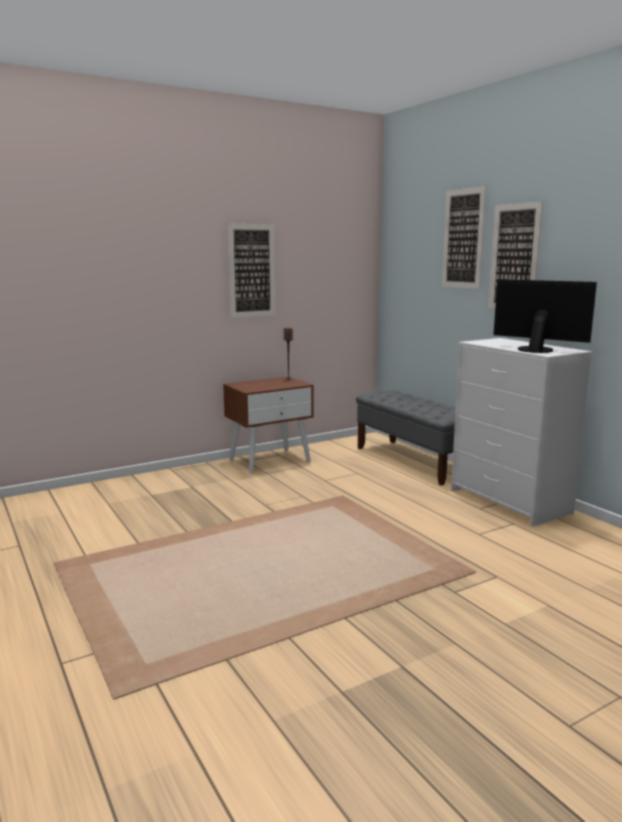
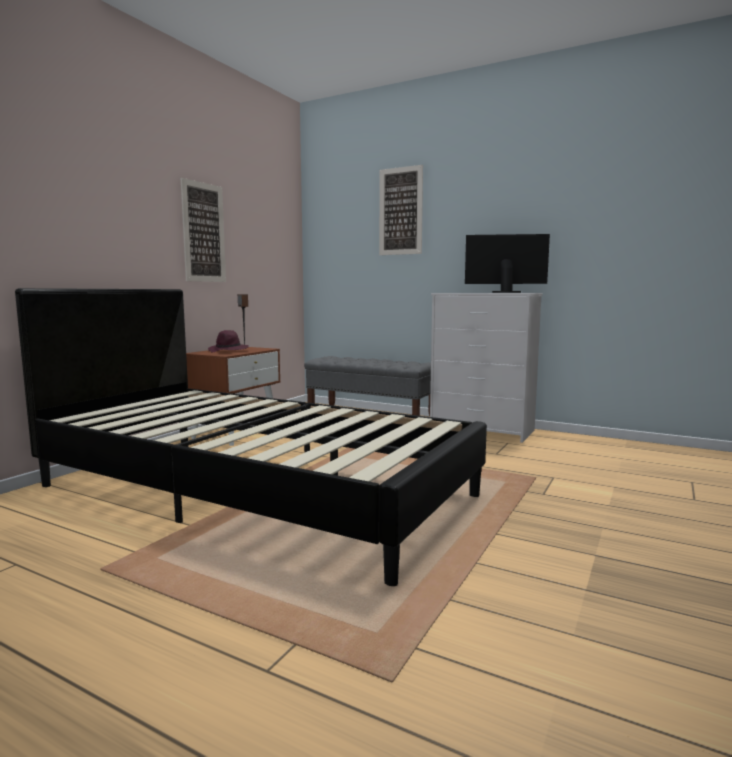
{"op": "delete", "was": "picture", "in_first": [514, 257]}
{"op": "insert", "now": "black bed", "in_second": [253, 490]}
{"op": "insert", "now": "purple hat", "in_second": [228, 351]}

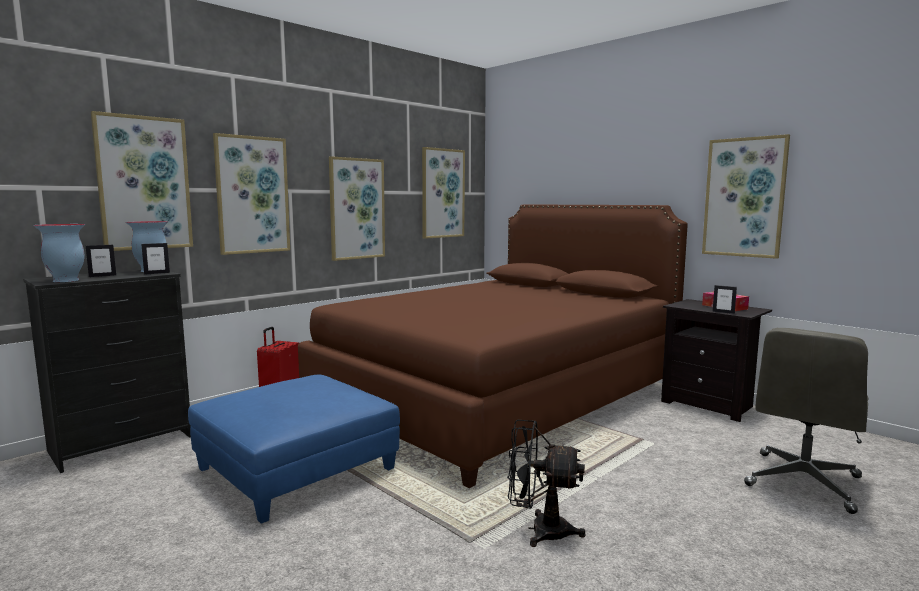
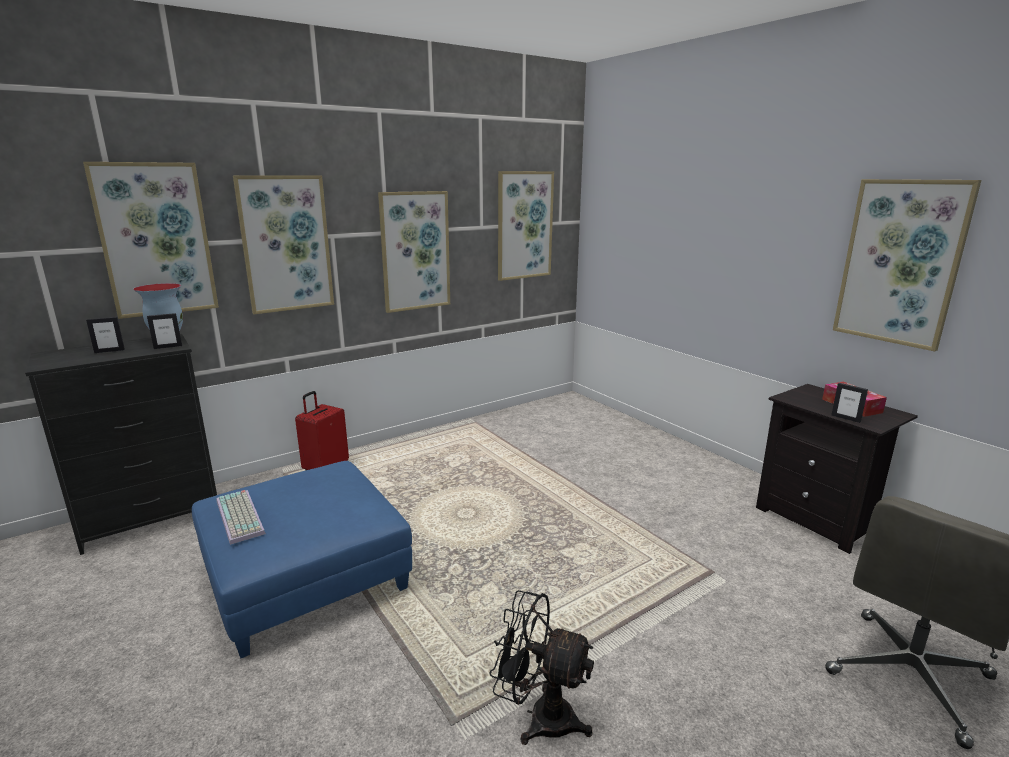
{"op": "delete", "was": "vase", "in_first": [66, 280]}
{"op": "delete", "was": "brown bed", "in_first": [498, 397]}
{"op": "insert", "now": "keyboard", "in_second": [242, 517]}

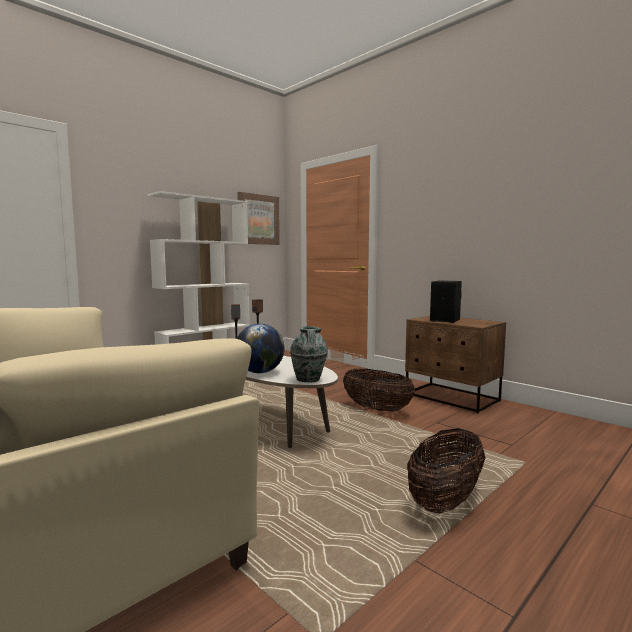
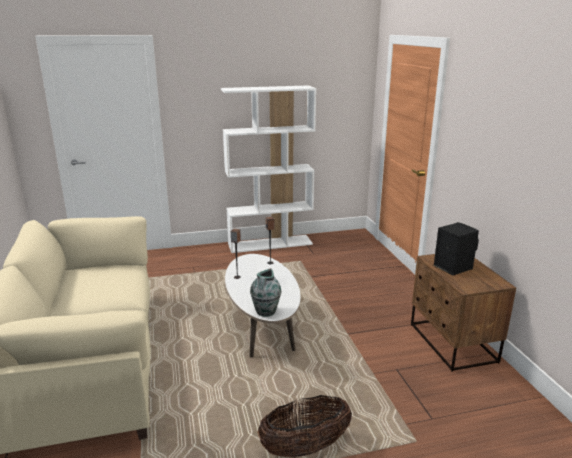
{"op": "delete", "was": "picture", "in_first": [258, 219]}
{"op": "delete", "was": "globe", "in_first": [260, 372]}
{"op": "delete", "was": "basket", "in_first": [377, 409]}

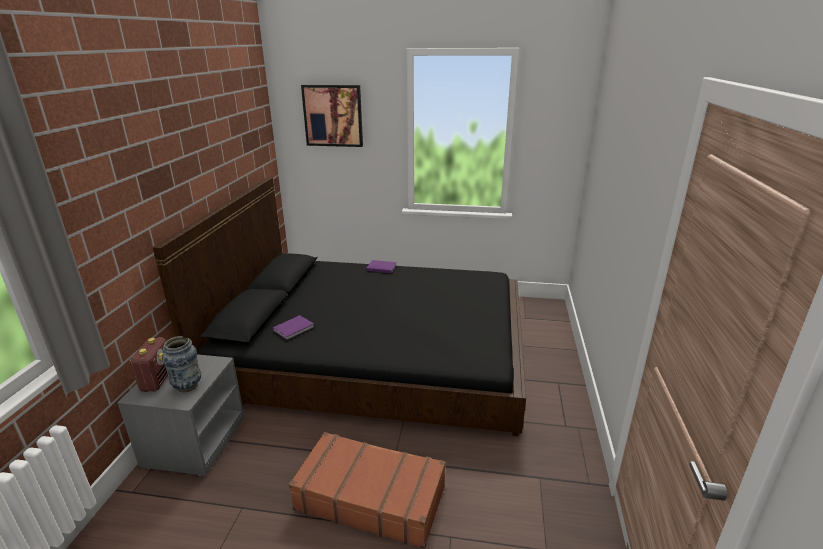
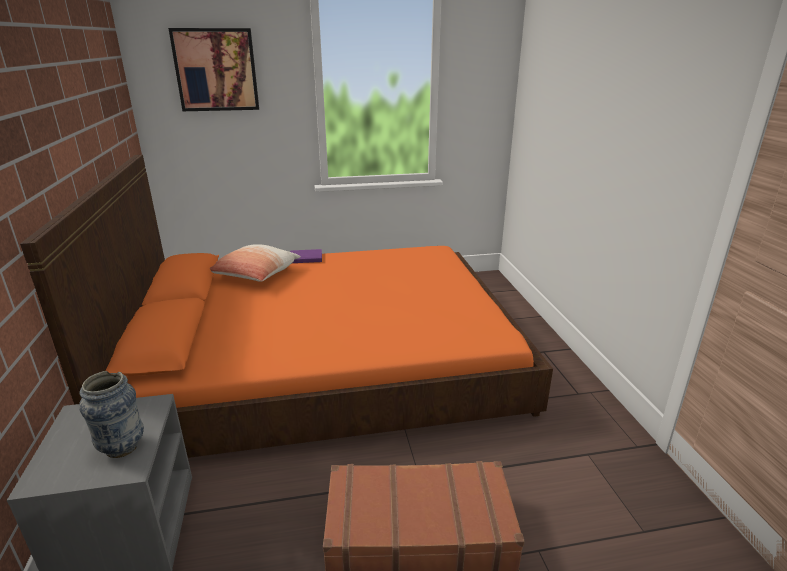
{"op": "delete", "was": "radio", "in_first": [157, 380]}
{"op": "delete", "was": "purple book", "in_first": [295, 329]}
{"op": "insert", "now": "pillow", "in_second": [255, 275]}
{"op": "recolor", "was": "black bed", "now": "orange bed", "in_first": [374, 351], "in_second": [325, 358]}

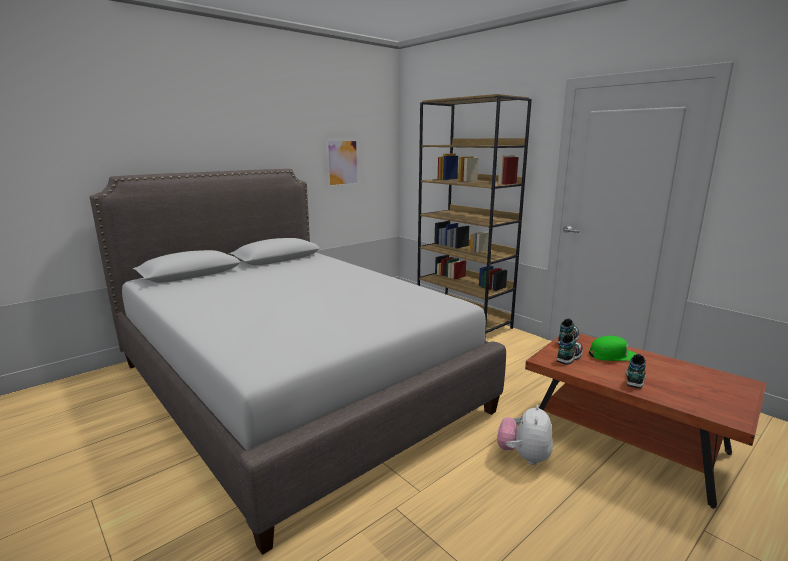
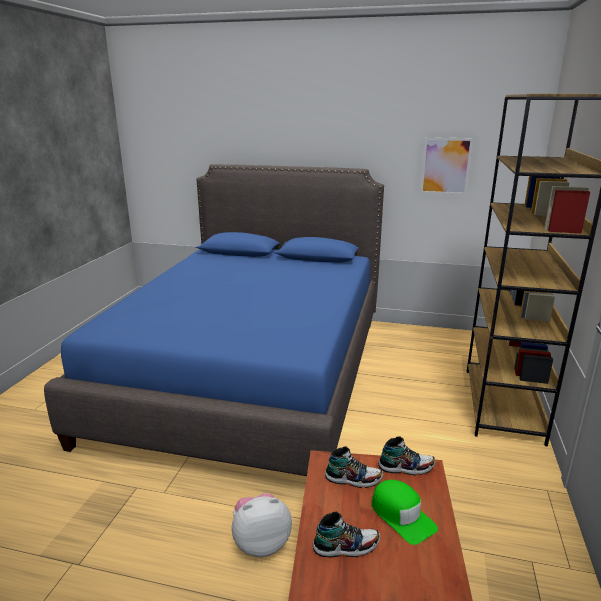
{"op": "recolor", "was": "grey bed", "now": "blue bed", "in_first": [294, 386], "in_second": [251, 373]}

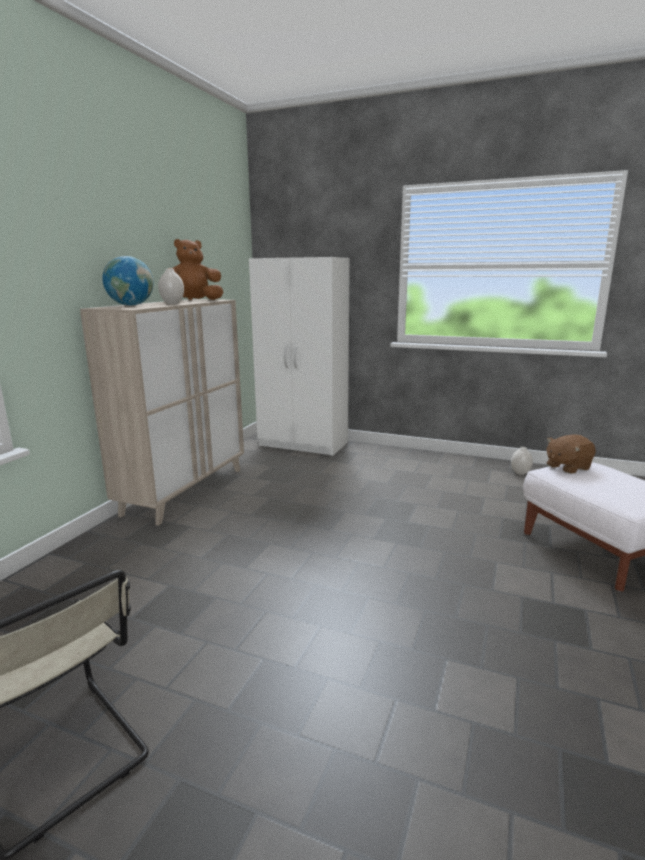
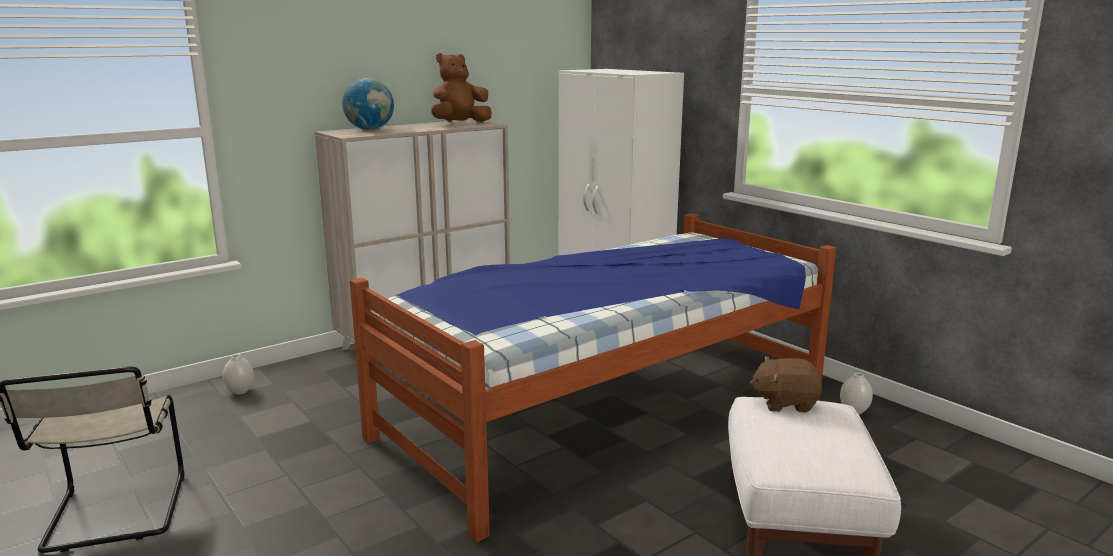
{"op": "insert", "now": "bed", "in_second": [605, 411]}
{"op": "move", "was": "white vase", "in_first": [172, 304], "in_second": [240, 391]}
{"op": "rotate", "was": "brown plush toy", "in_first": [193, 300], "in_second": [460, 123], "clockwise": -45}

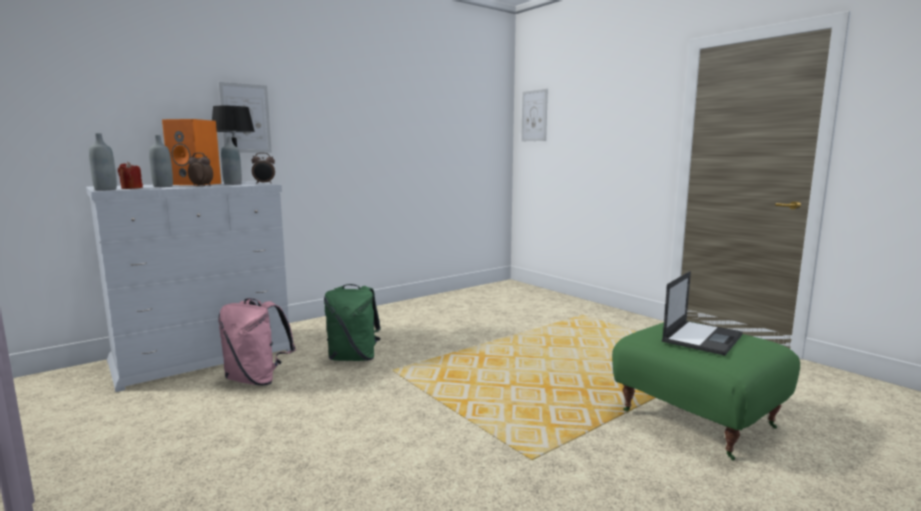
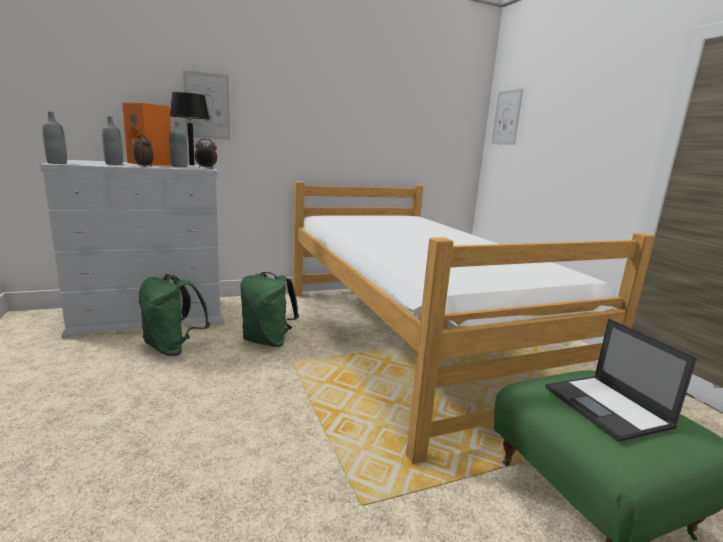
{"op": "delete", "was": "red candle", "in_first": [131, 188]}
{"op": "insert", "now": "bed", "in_second": [411, 339]}
{"op": "recolor", "was": "pink backpack", "now": "green backpack", "in_first": [257, 380], "in_second": [173, 348]}
{"op": "rotate", "was": "laptop", "in_first": [702, 337], "in_second": [607, 407], "clockwise": 105}

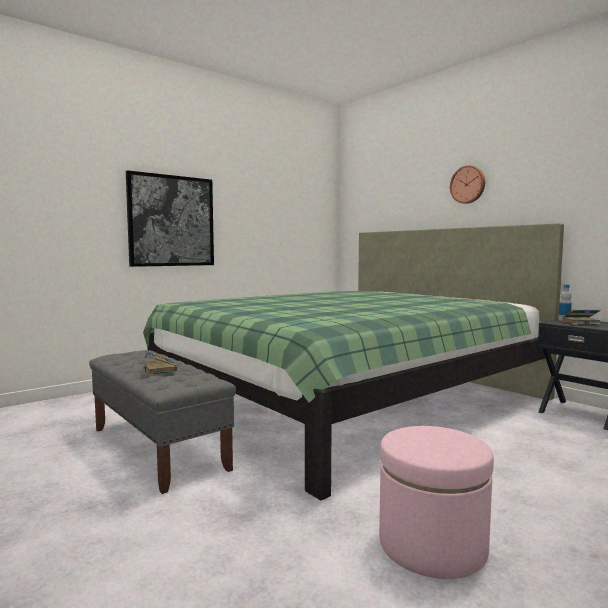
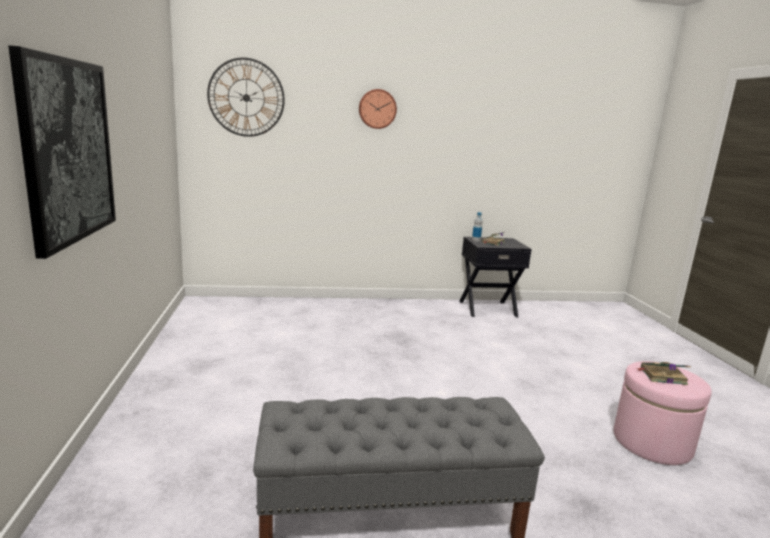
{"op": "delete", "was": "green bed", "in_first": [347, 398]}
{"op": "insert", "now": "wall clock", "in_second": [246, 97]}
{"op": "move", "was": "book", "in_first": [159, 369], "in_second": [662, 376]}

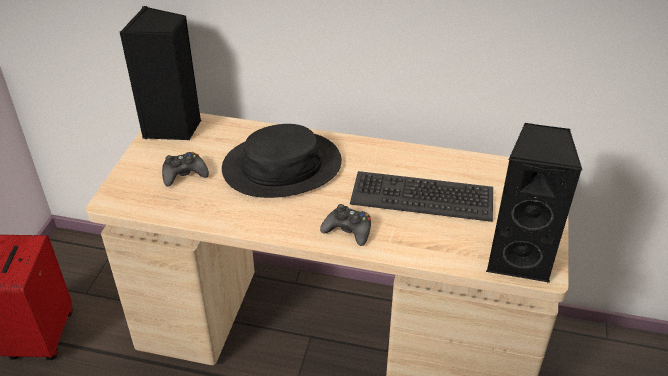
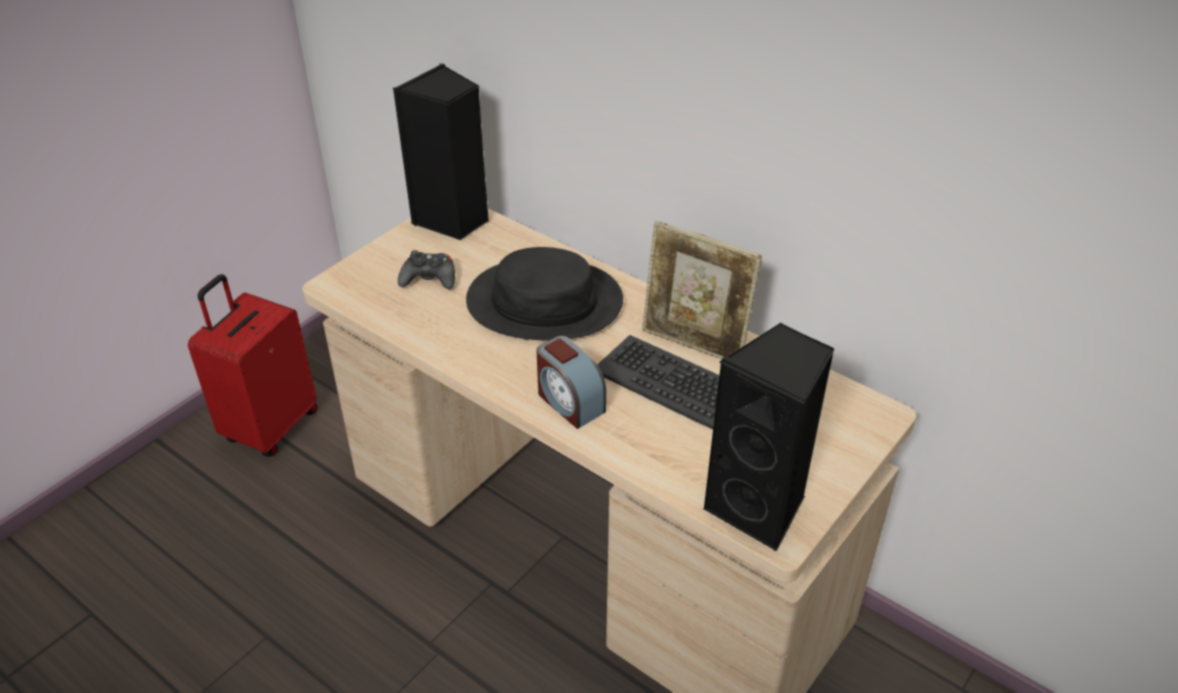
{"op": "insert", "now": "picture frame", "in_second": [694, 345]}
{"op": "replace", "was": "black game controller", "now": "alarm clock", "in_first": [348, 230], "in_second": [569, 402]}

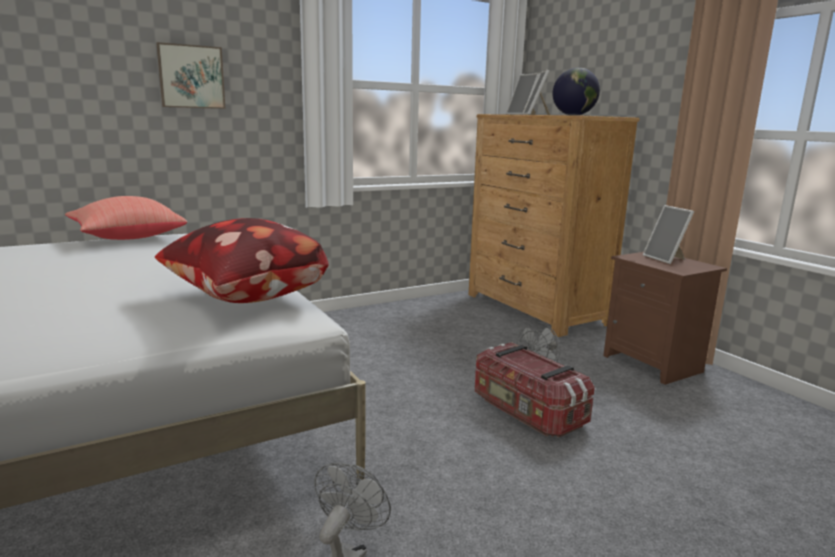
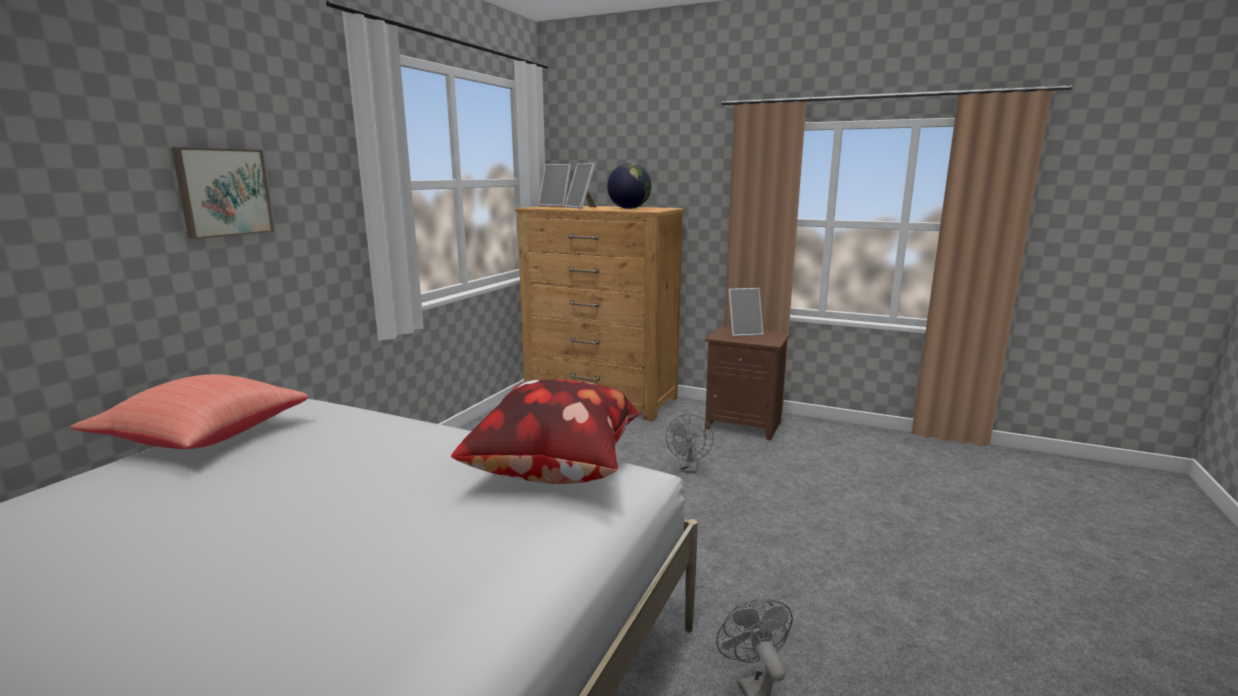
{"op": "delete", "was": "storage box", "in_first": [526, 412]}
{"op": "rotate", "was": "picture frame", "in_first": [666, 259], "in_second": [744, 333], "clockwise": -45}

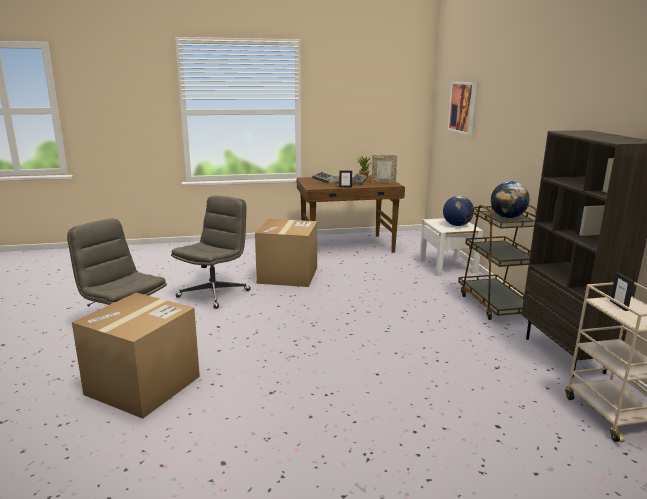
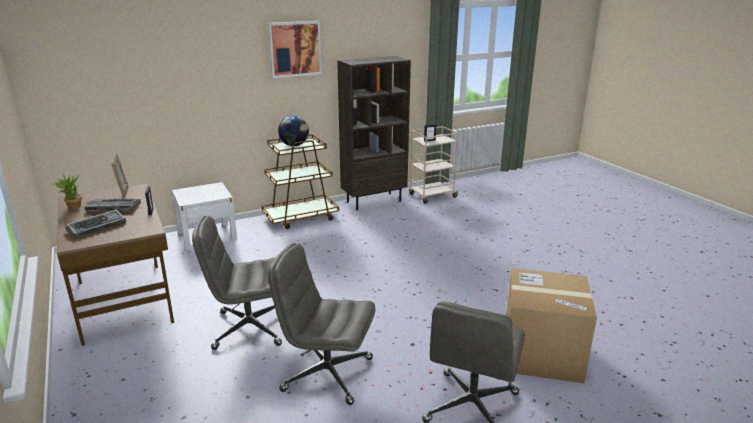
{"op": "delete", "was": "globe", "in_first": [457, 225]}
{"op": "move", "was": "picture", "in_first": [462, 107], "in_second": [295, 49]}
{"op": "replace", "was": "cardboard box", "now": "grey office chair", "in_first": [288, 275], "in_second": [248, 328]}

